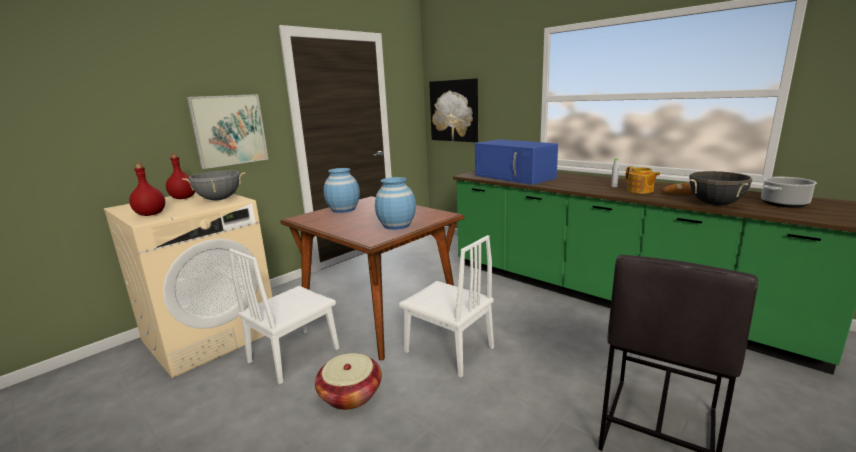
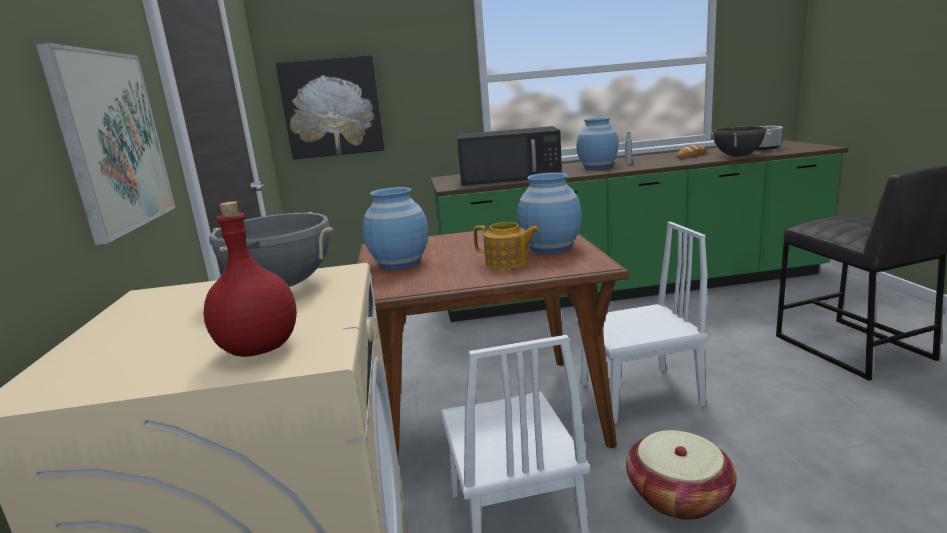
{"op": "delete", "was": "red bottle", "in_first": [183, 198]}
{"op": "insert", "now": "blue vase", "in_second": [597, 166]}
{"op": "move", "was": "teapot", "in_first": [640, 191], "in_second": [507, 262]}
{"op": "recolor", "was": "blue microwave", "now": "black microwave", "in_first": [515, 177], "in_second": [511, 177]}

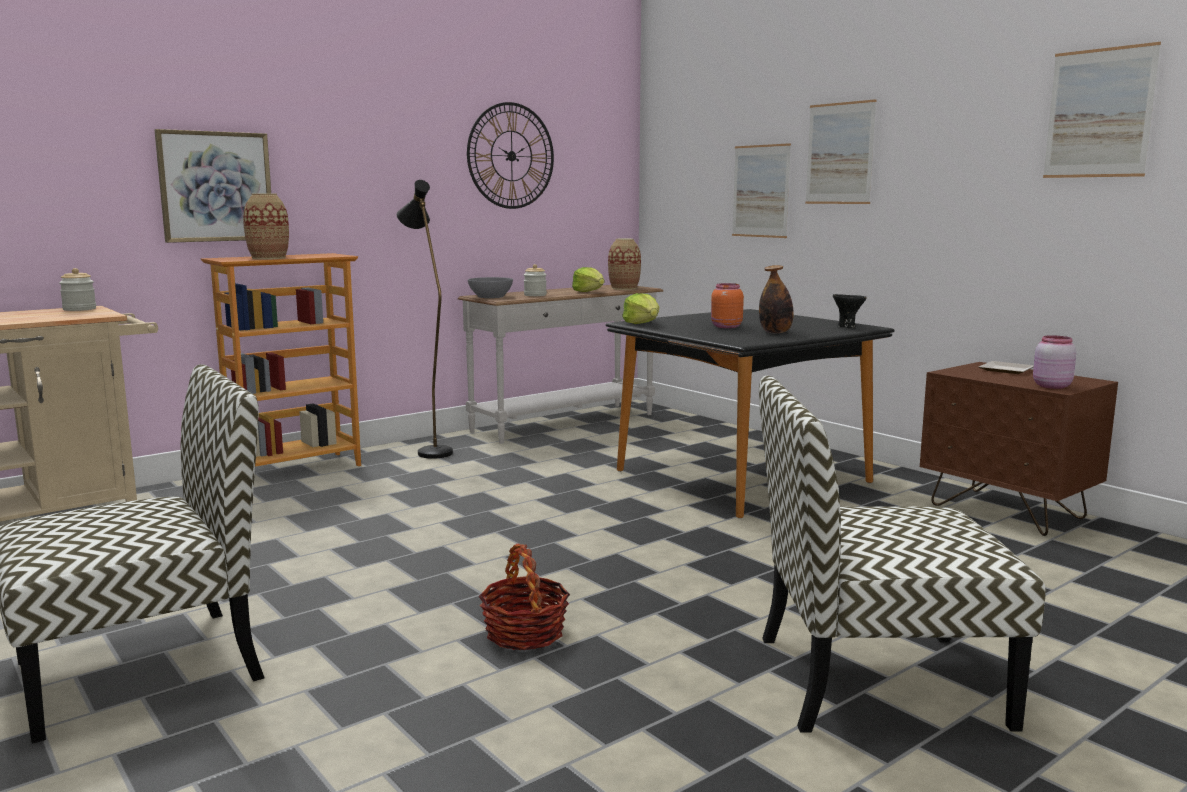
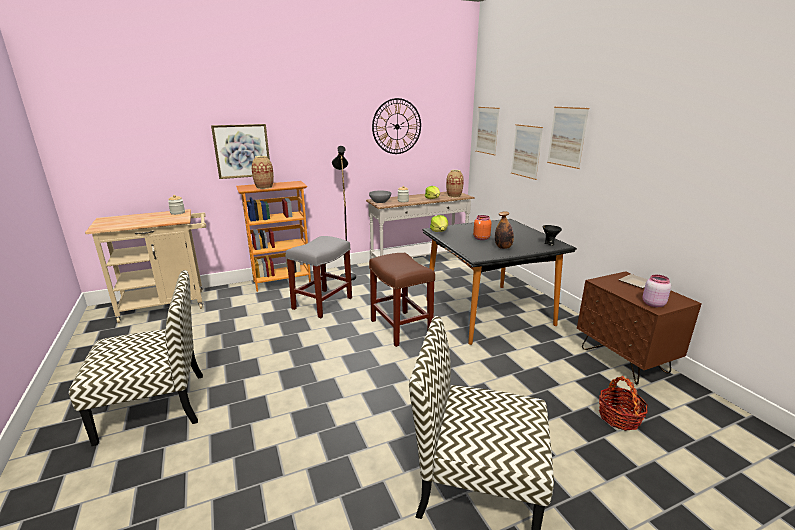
{"op": "insert", "now": "grey stool", "in_second": [323, 303]}
{"op": "insert", "now": "brown stool", "in_second": [400, 327]}
{"op": "move", "was": "basket", "in_first": [524, 633], "in_second": [619, 417]}
{"op": "move", "was": "picture", "in_first": [1099, 113], "in_second": [487, 130]}

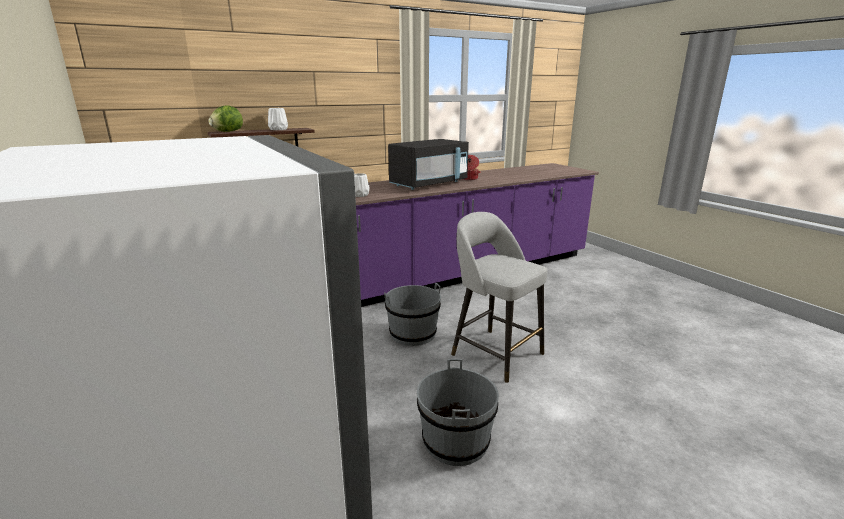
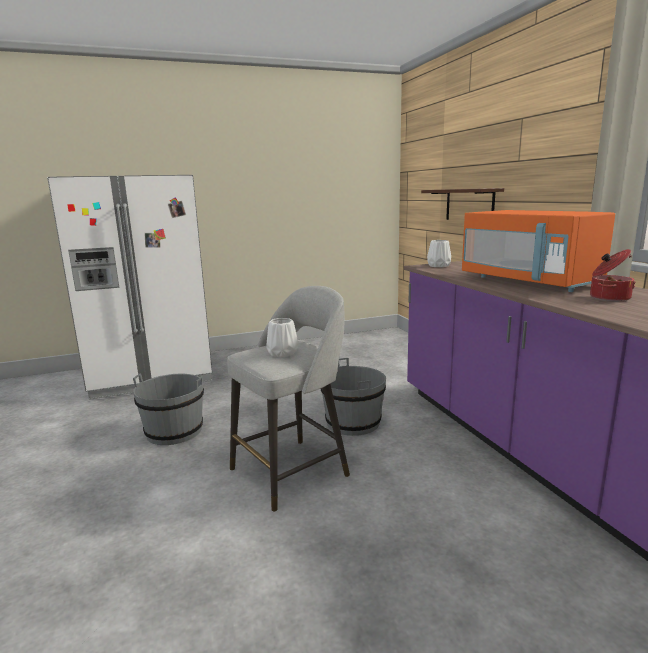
{"op": "delete", "was": "lettuce", "in_first": [227, 131]}
{"op": "move", "was": "white vase", "in_first": [279, 129], "in_second": [282, 353]}
{"op": "recolor", "was": "black microwave", "now": "orange microwave", "in_first": [429, 184], "in_second": [528, 282]}

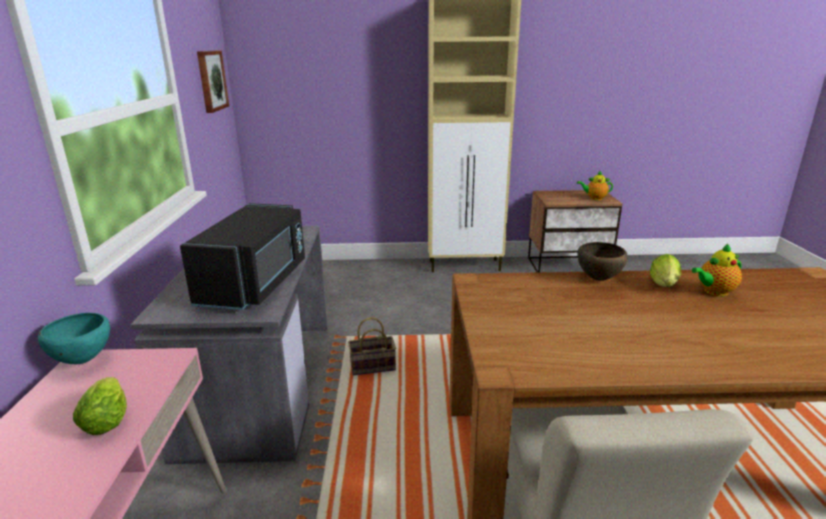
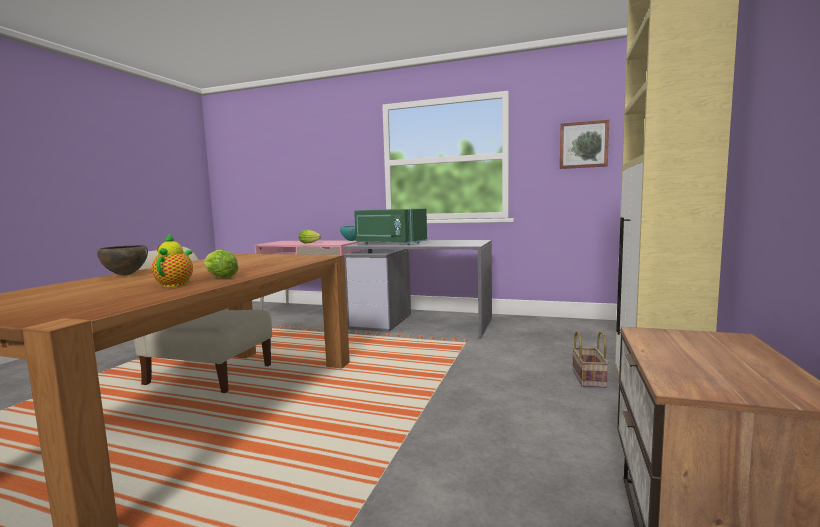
{"op": "delete", "was": "teapot", "in_first": [594, 198]}
{"op": "move", "was": "basket", "in_first": [371, 367], "in_second": [587, 378]}
{"op": "move", "was": "brown bowl", "in_first": [599, 279], "in_second": [125, 275]}
{"op": "recolor", "was": "black microwave", "now": "green microwave", "in_first": [256, 283], "in_second": [389, 244]}

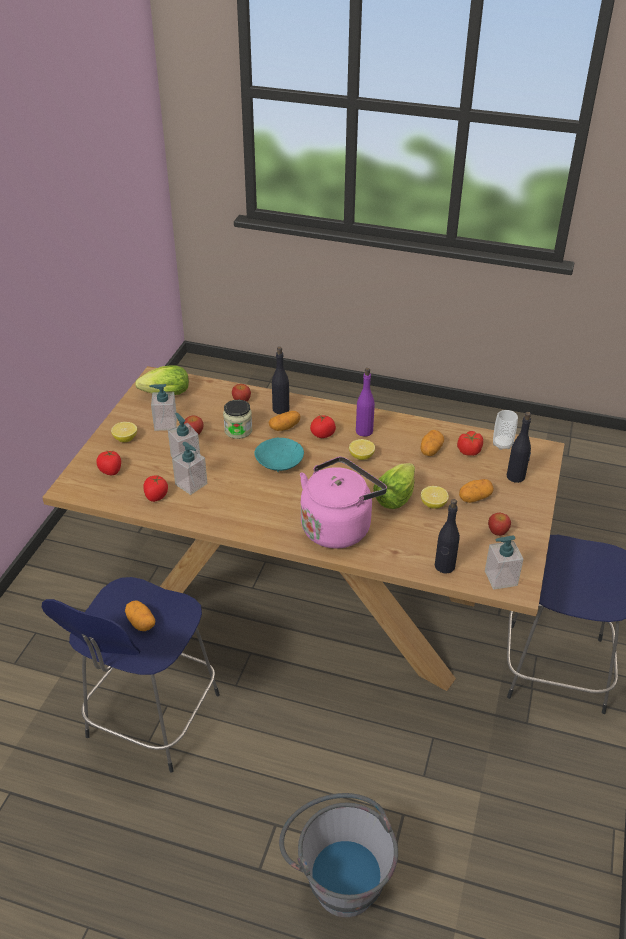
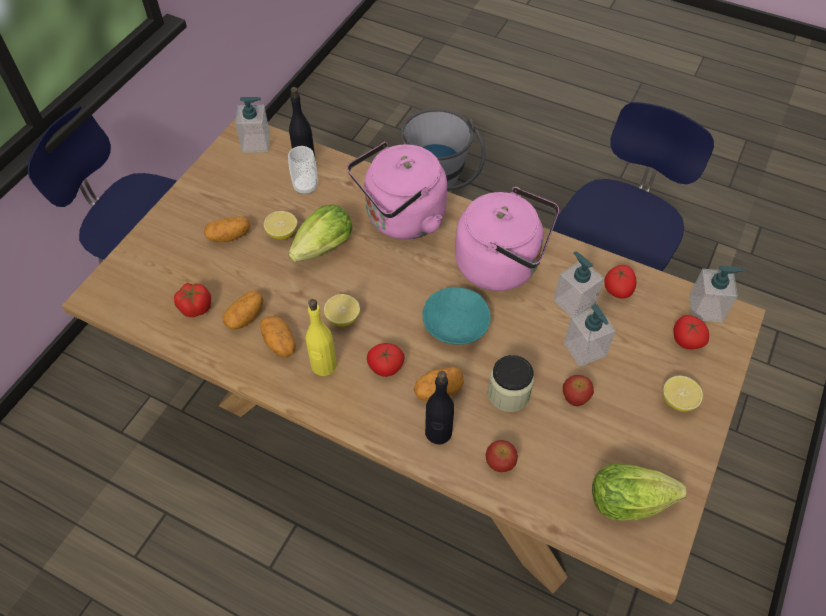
{"op": "delete", "was": "apple", "in_first": [498, 532]}
{"op": "delete", "was": "black bottle", "in_first": [516, 477]}
{"op": "insert", "now": "pink kettle", "in_second": [502, 265]}
{"op": "move", "was": "potato", "in_first": [141, 622], "in_second": [279, 343]}
{"op": "move", "was": "soap dispenser", "in_first": [165, 424], "in_second": [705, 309]}
{"op": "move", "was": "cup", "in_first": [502, 444], "in_second": [305, 187]}
{"op": "recolor", "was": "purple bottle", "now": "yellow bottle", "in_first": [364, 431], "in_second": [323, 365]}

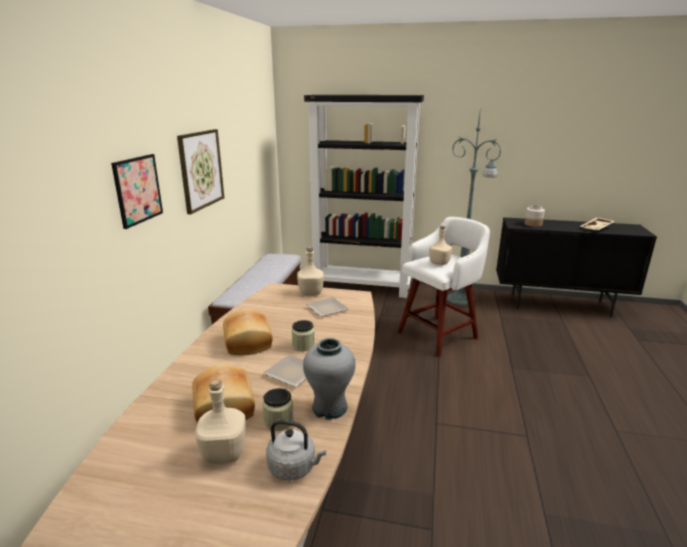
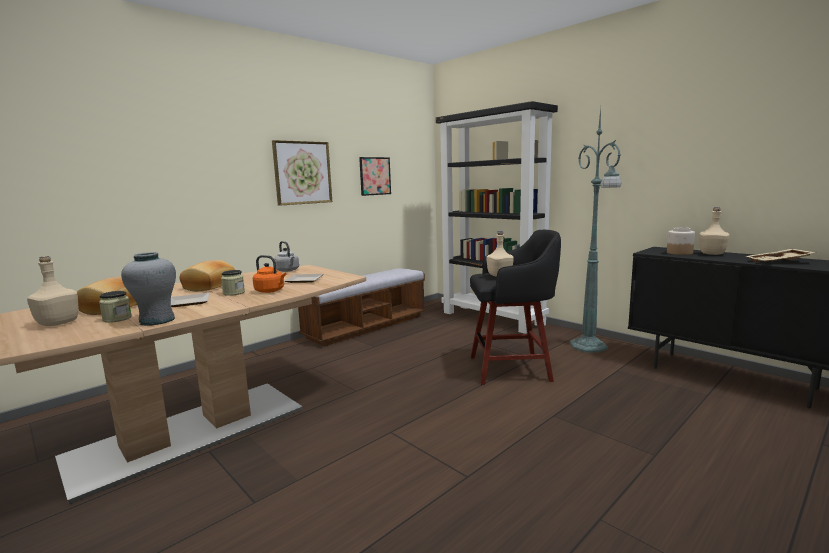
{"op": "insert", "now": "orange kettle", "in_second": [271, 291]}
{"op": "move", "was": "picture", "in_first": [138, 190], "in_second": [375, 176]}
{"op": "move", "was": "grey kettle", "in_first": [294, 468], "in_second": [288, 270]}
{"op": "move", "was": "beige bottle", "in_first": [311, 293], "in_second": [712, 254]}
{"op": "recolor", "was": "white stool", "now": "black stool", "in_first": [439, 335], "in_second": [512, 368]}

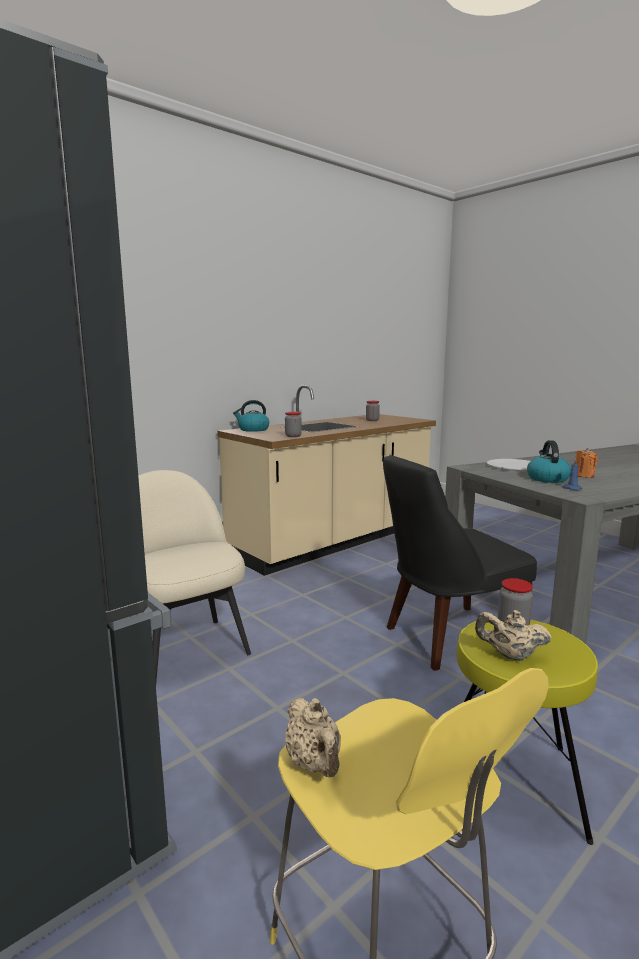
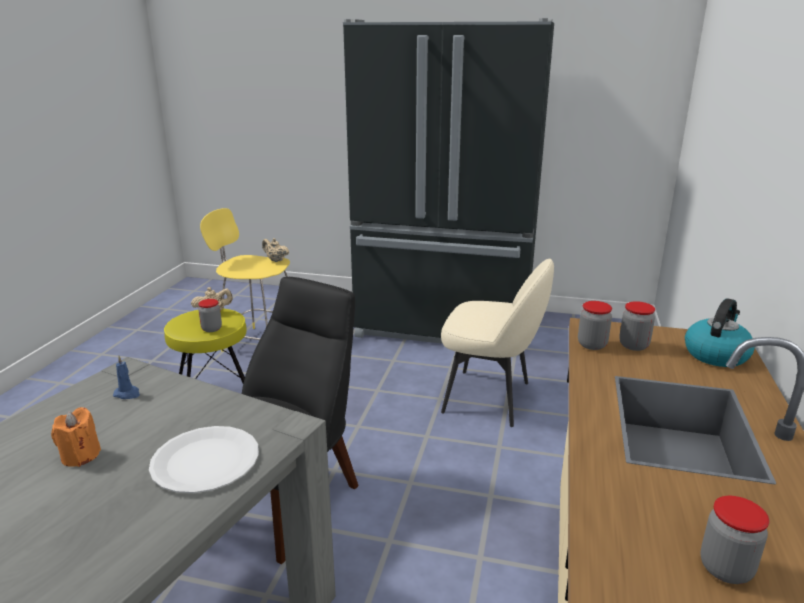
{"op": "delete", "was": "kettle", "in_first": [547, 478]}
{"op": "insert", "now": "jar", "in_second": [633, 345]}

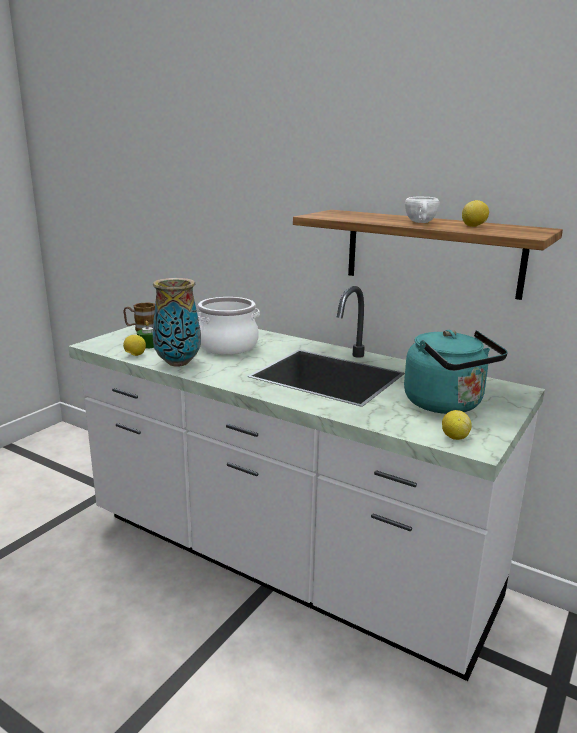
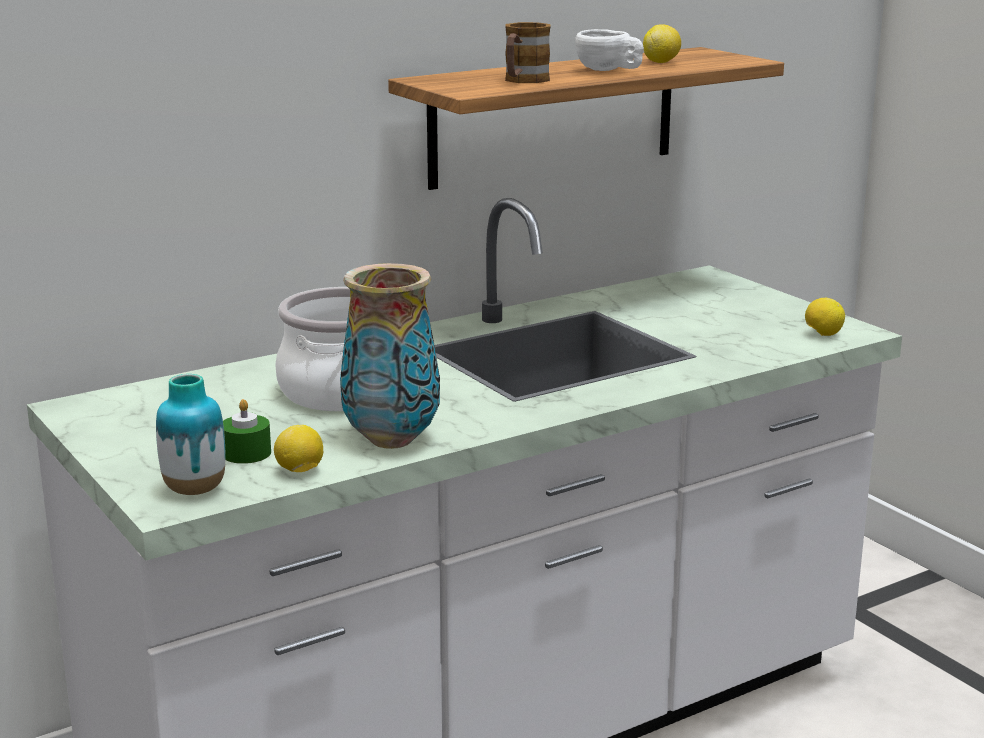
{"op": "delete", "was": "turquoise kettle", "in_first": [447, 405]}
{"op": "insert", "now": "vase", "in_second": [194, 490]}
{"op": "move", "was": "mug", "in_first": [141, 329], "in_second": [523, 81]}

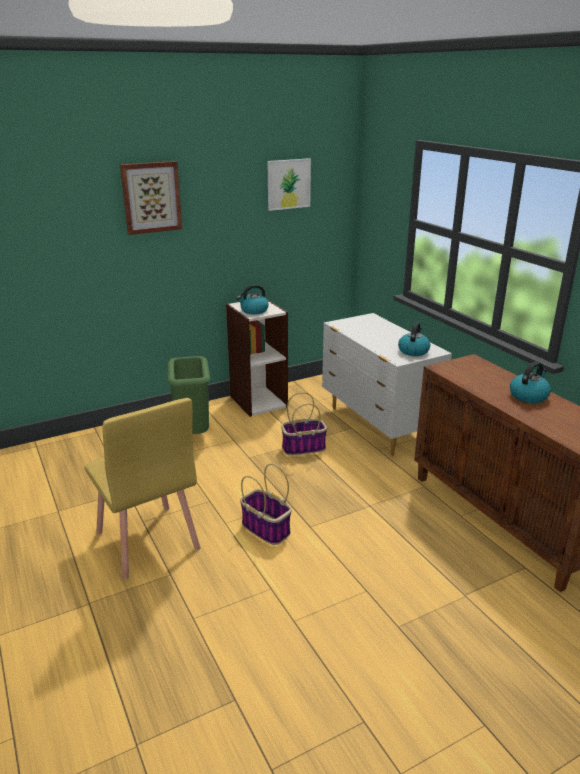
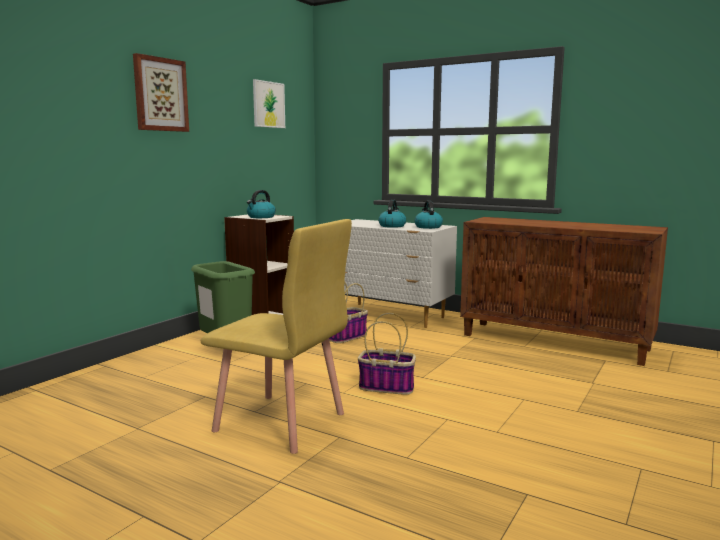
{"op": "move", "was": "kettle", "in_first": [528, 396], "in_second": [392, 226]}

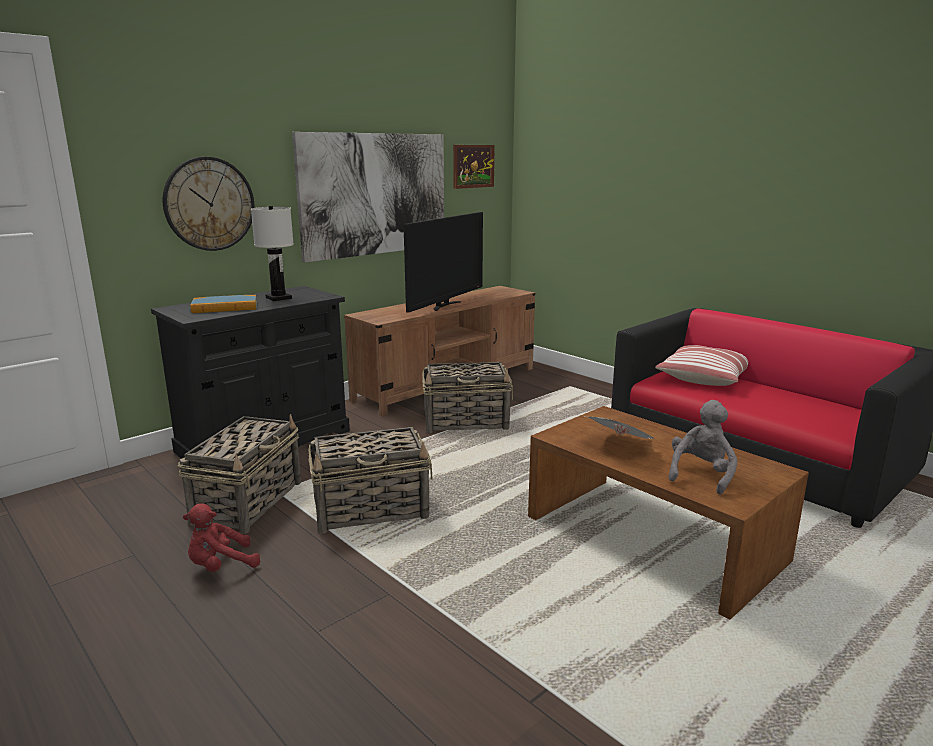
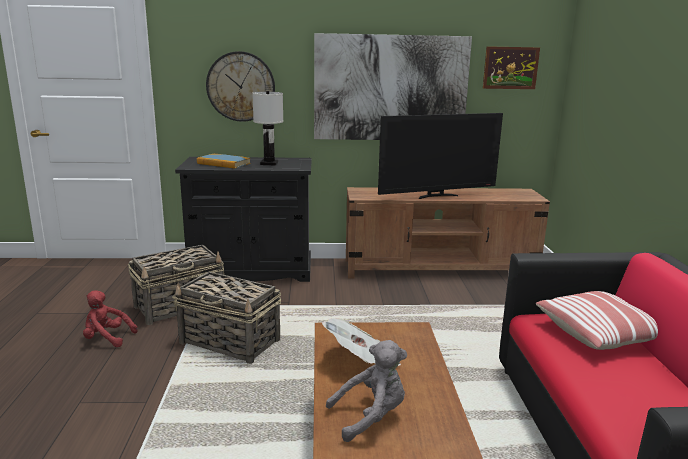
{"op": "delete", "was": "basket", "in_first": [467, 422]}

